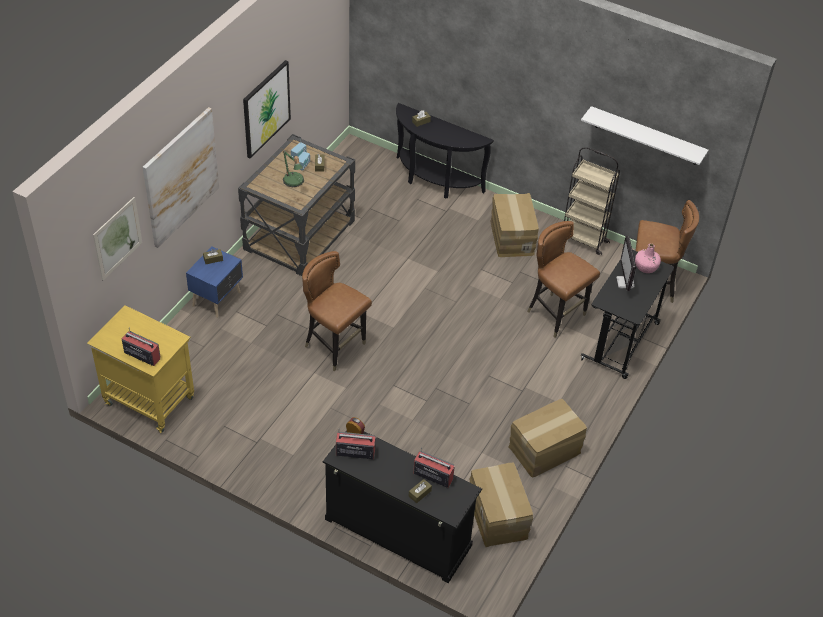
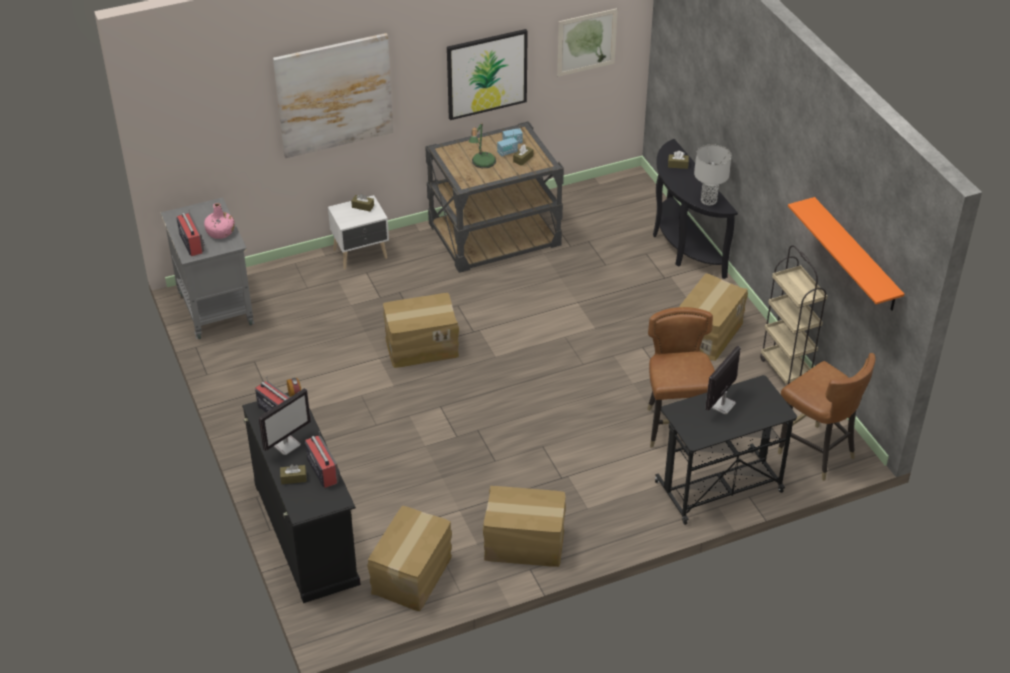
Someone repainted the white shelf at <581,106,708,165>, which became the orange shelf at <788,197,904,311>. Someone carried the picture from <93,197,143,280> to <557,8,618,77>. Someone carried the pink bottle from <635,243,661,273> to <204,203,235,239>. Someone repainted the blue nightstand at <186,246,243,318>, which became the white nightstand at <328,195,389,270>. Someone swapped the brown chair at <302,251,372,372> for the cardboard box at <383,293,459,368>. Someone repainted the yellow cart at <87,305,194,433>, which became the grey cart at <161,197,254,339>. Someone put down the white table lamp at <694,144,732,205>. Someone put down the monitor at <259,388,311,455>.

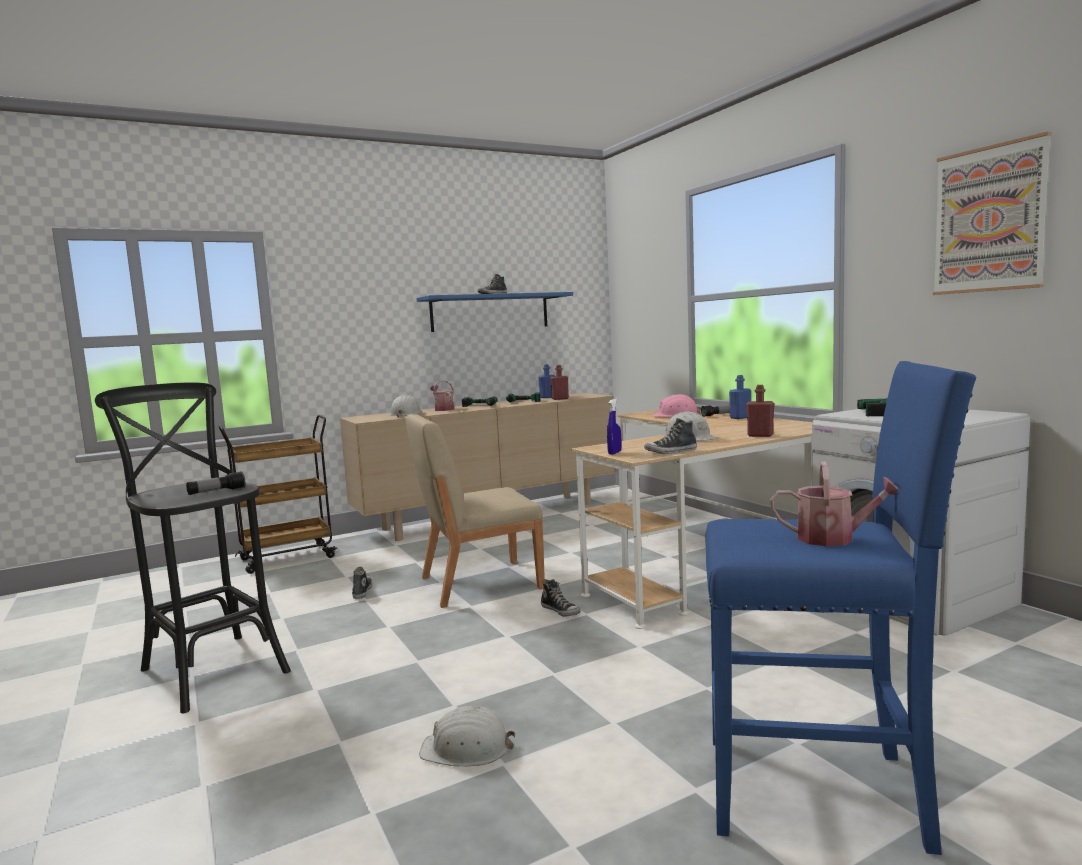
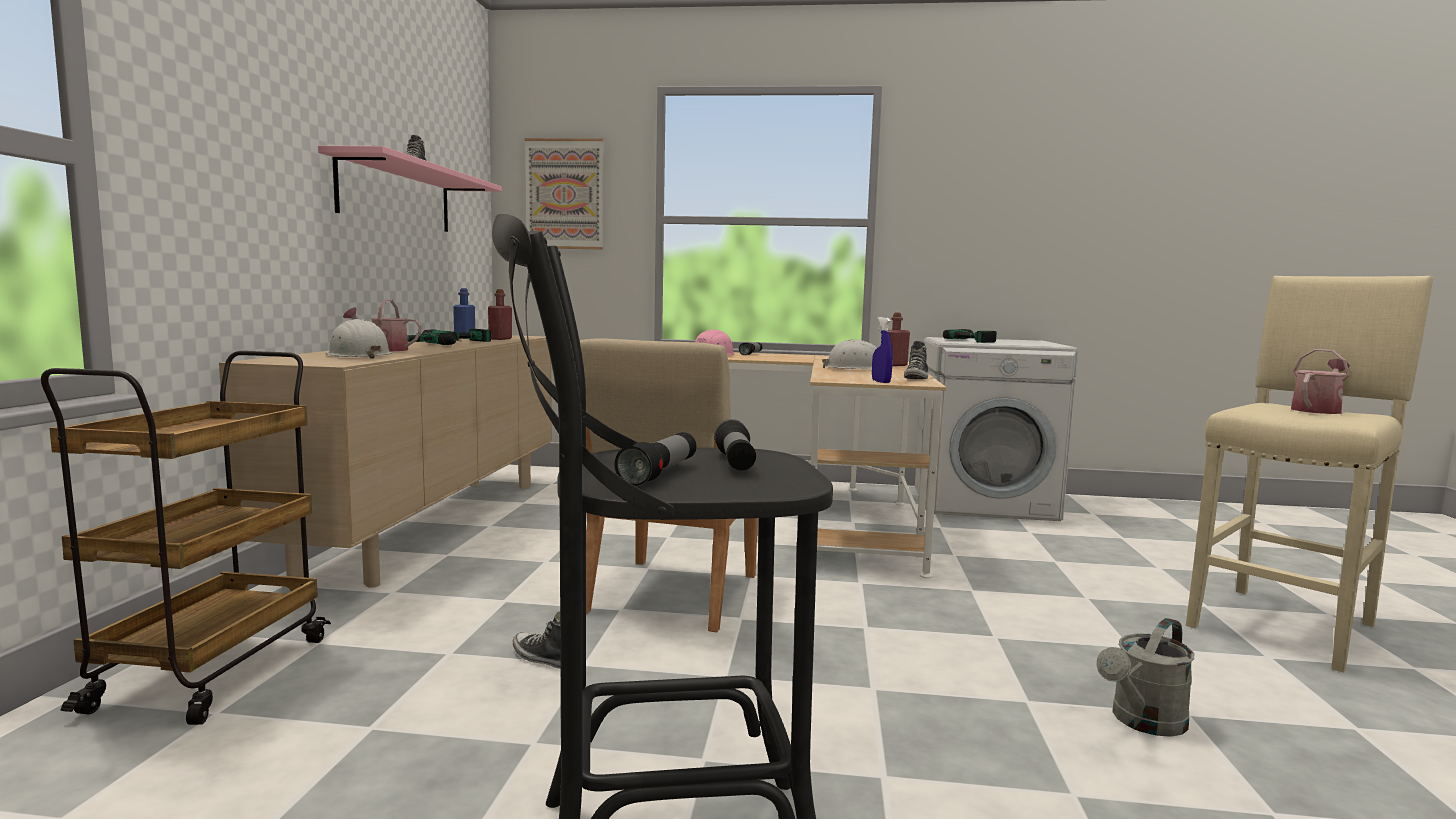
Someone carried the picture from <933,131,1051,295> to <524,138,604,250>. Someone repainted the blue shelf at <417,292,573,332>, which became the pink shelf at <318,146,502,232>. Someone repainted the blue stool at <705,361,976,855>, which became the beige stool at <1186,276,1433,672>. Someone took away the blue bottle at <729,375,751,419>. Someone took away the shoe at <541,579,581,617>. Someone swapped the white hard hat at <419,706,515,767> for the grey watering can at <1097,618,1194,737>. Someone put down the flashlight at <614,432,696,487>.

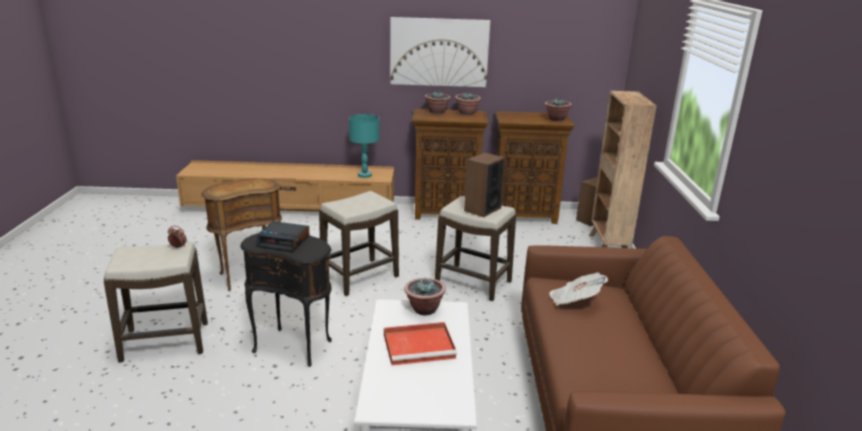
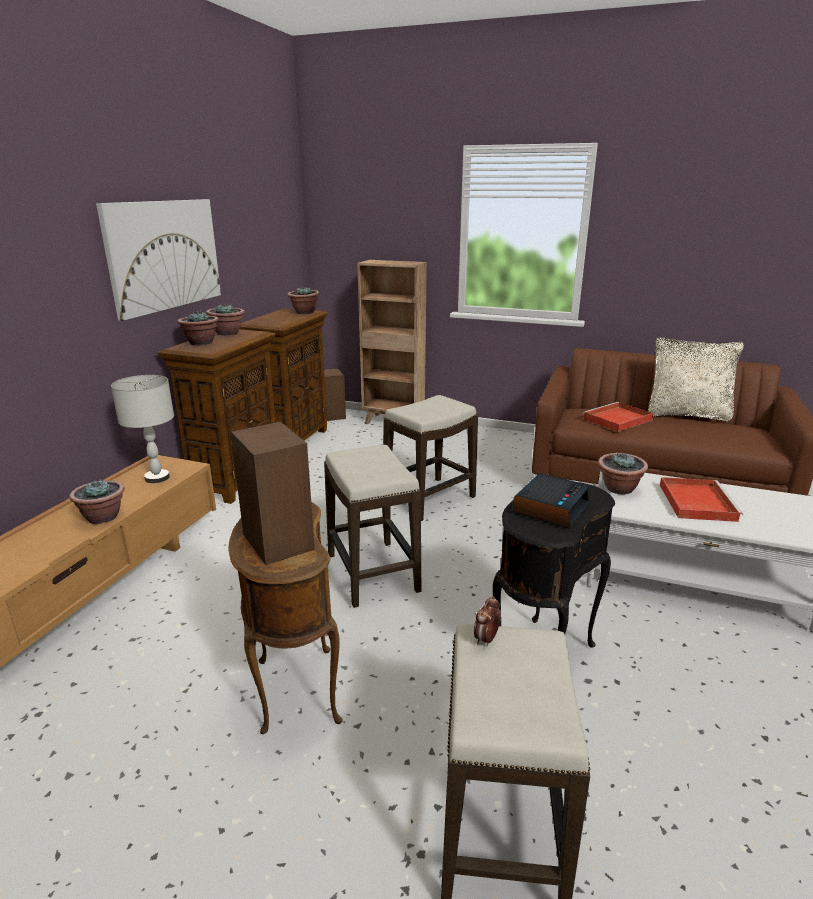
Someone repainted the turquoise table lamp at <349,114,380,178>, which became the grey table lamp at <111,375,174,483>. Someone carried the speaker from <464,152,505,217> to <231,422,315,565>. Someone swapped the newspaper at <549,273,608,306> for the red tray at <583,402,654,432>. Someone put down the beige pillow at <648,337,744,421>. Someone put down the potted plant at <69,479,125,524>.

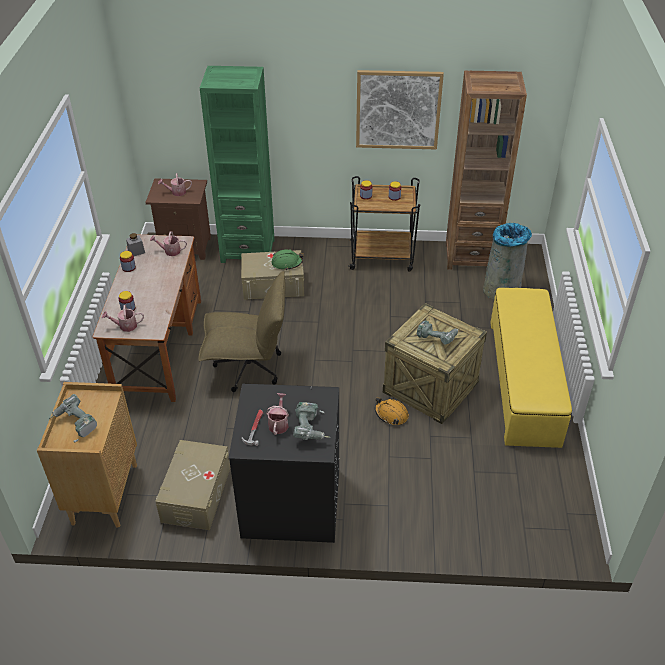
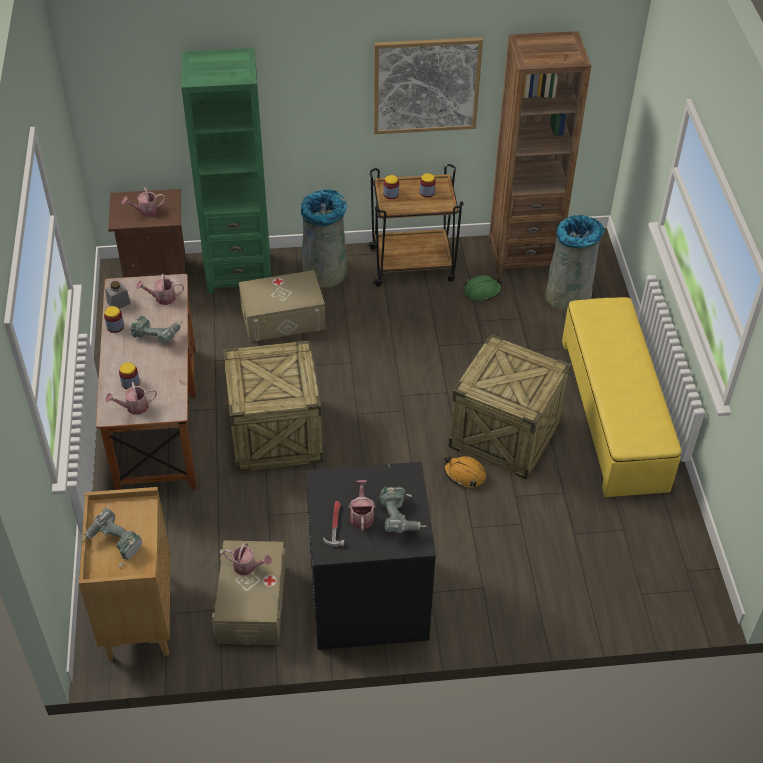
Someone carried the green hard hat from <271,249,304,271> to <464,275,503,302>. Someone swapped the beige office chair at <199,271,286,392> for the crate at <223,341,323,472>. Someone carried the power drill from <417,320,459,344> to <130,316,182,344>. Someone put down the grey trash can at <301,189,348,288>. Someone put down the watering can at <223,542,272,575>.

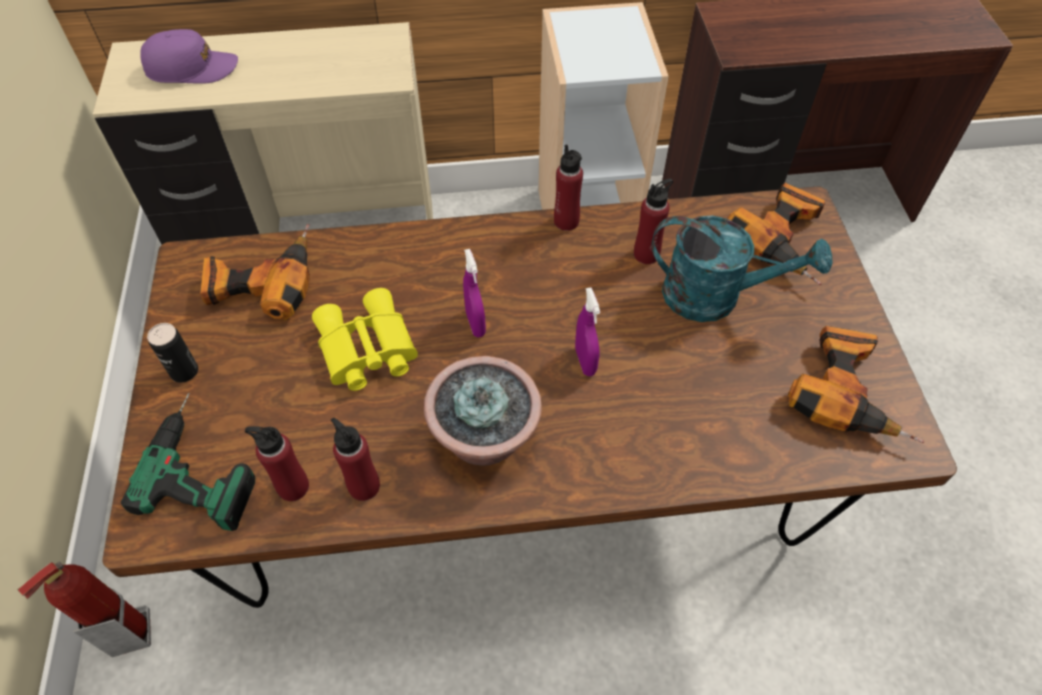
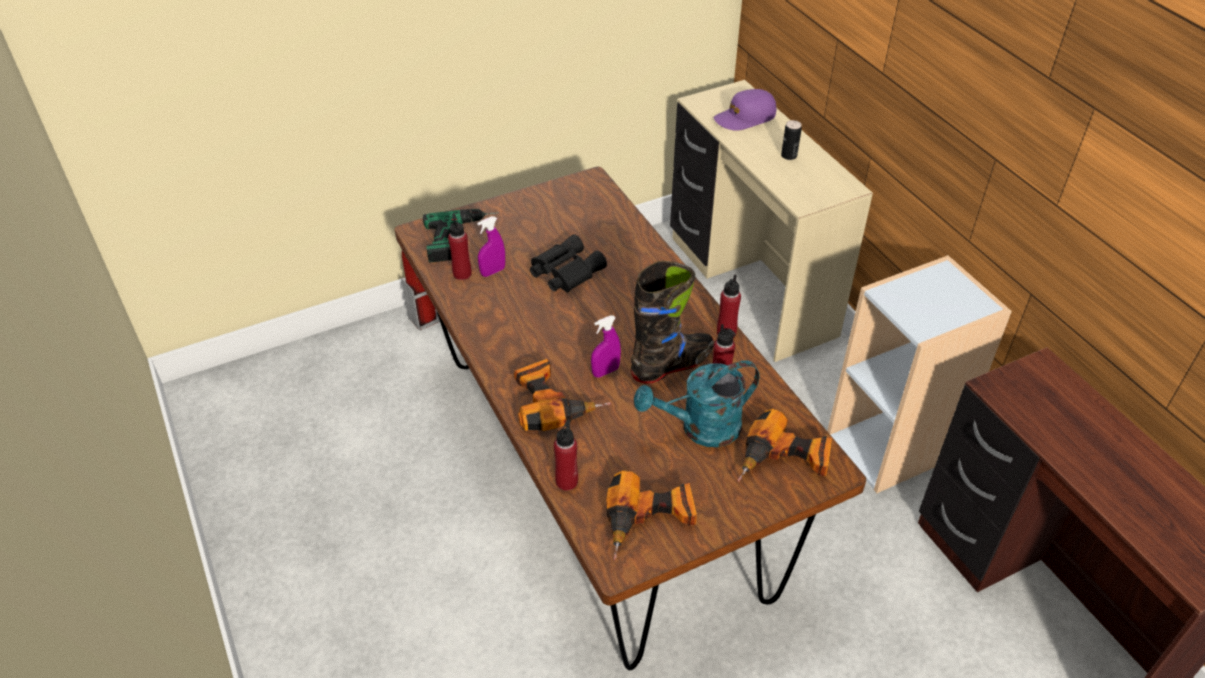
Someone rotated the purple cap at <140,29,238,83> by 90 degrees clockwise. Someone rotated the turquoise watering can at <652,216,832,322> by 75 degrees clockwise. Someone carried the power drill from <200,224,310,320> to <514,359,611,431>. Someone carried the purple spray bottle from <463,249,486,337> to <477,216,505,277>. Someone repainted the yellow binoculars at <312,288,418,391>, which became the black binoculars at <530,234,607,293>. Someone carried the can from <147,323,198,383> to <781,120,802,160>. Someone took away the potted plant at <424,356,542,466>. Someone carried the red bottle from <331,418,380,501> to <554,419,578,491>. Someone put down the black boot at <631,261,714,383>.

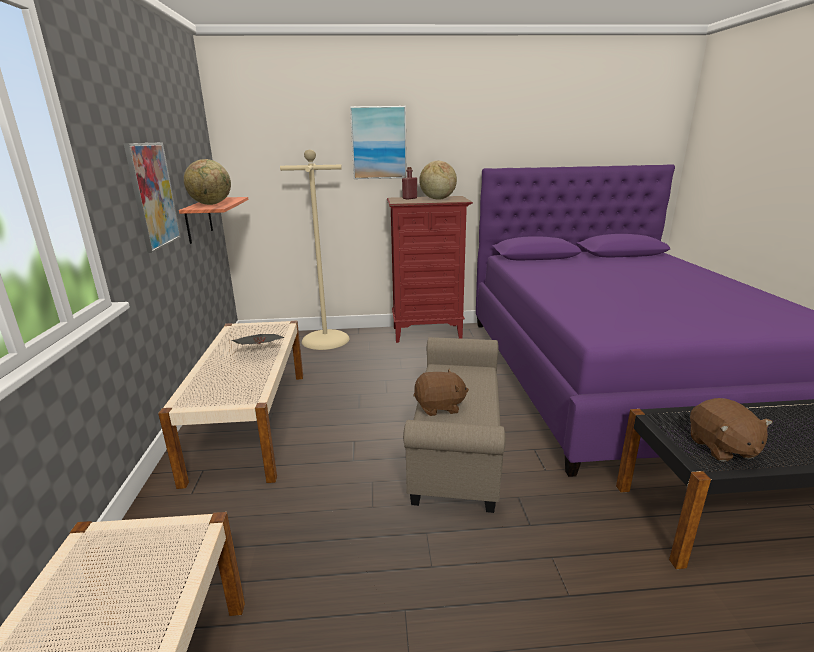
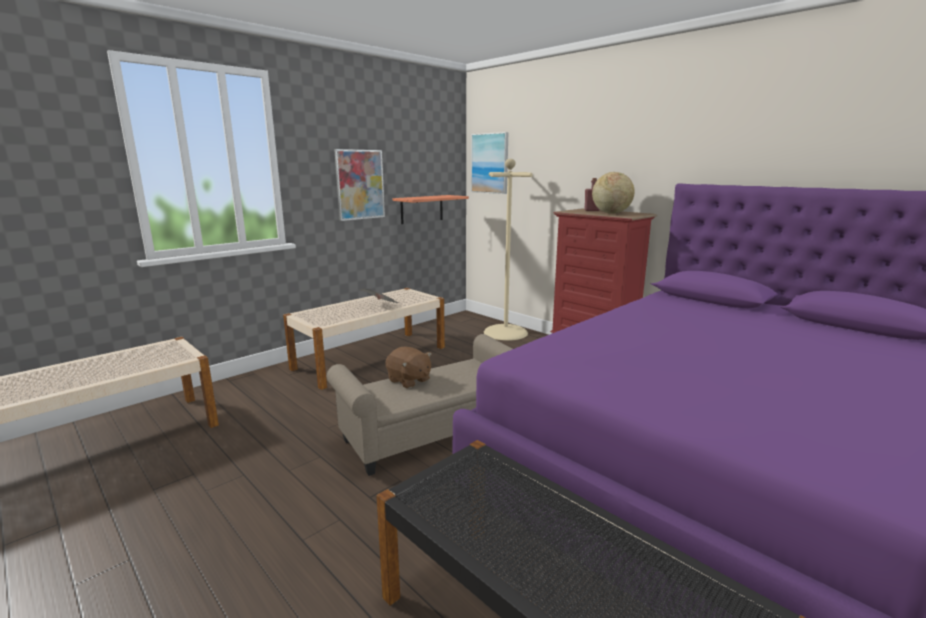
Someone carried the picture from <350,106,407,179> to <471,132,508,194>. Someone took away the globe at <184,159,231,205>. Someone took away the brown plush toy at <690,398,773,462>.

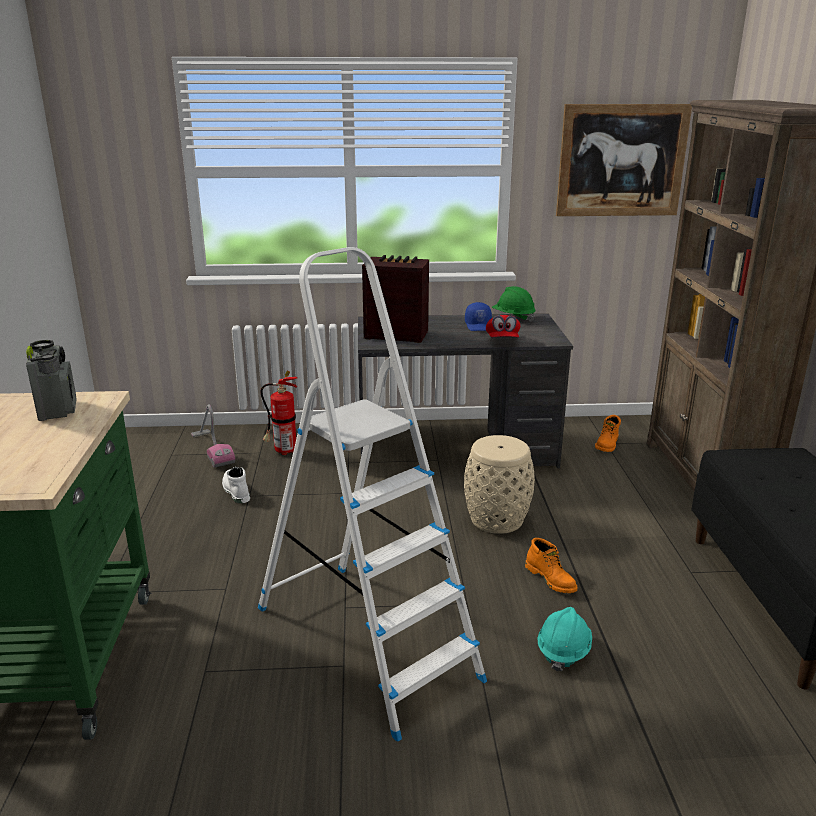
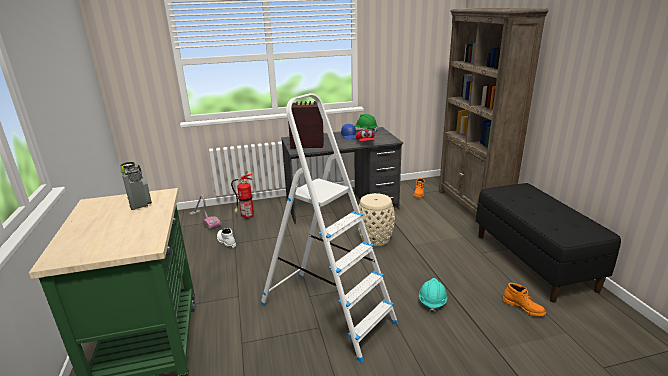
Someone took away the picture at <556,104,692,216>. Someone carried the orange boot from <525,538,577,593> to <503,283,546,316>.

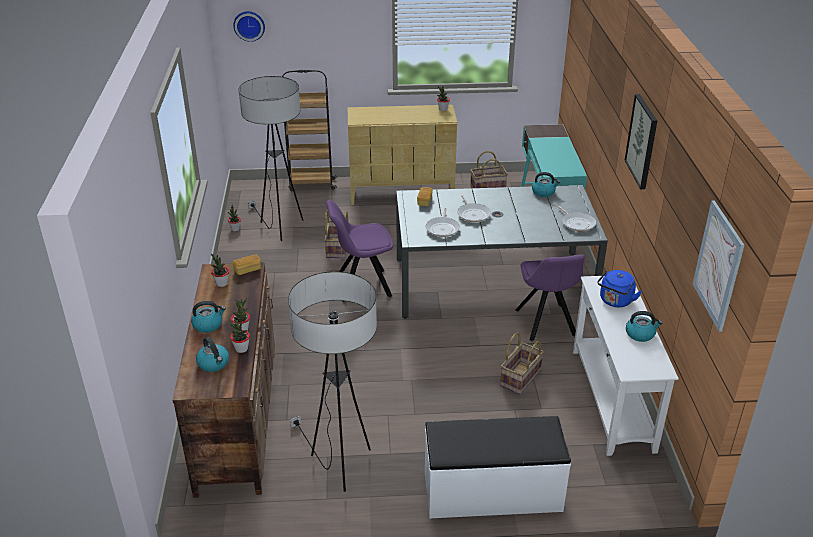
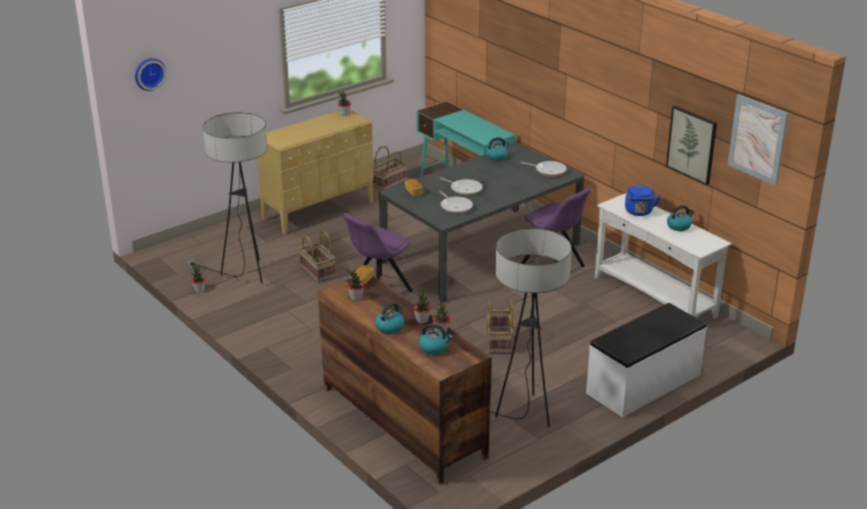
Someone took away the brown cart at <282,69,337,191>. Someone carried the picture from <624,94,657,189> to <666,106,717,185>. Someone carried the basket from <500,333,544,395> to <487,300,513,354>.

